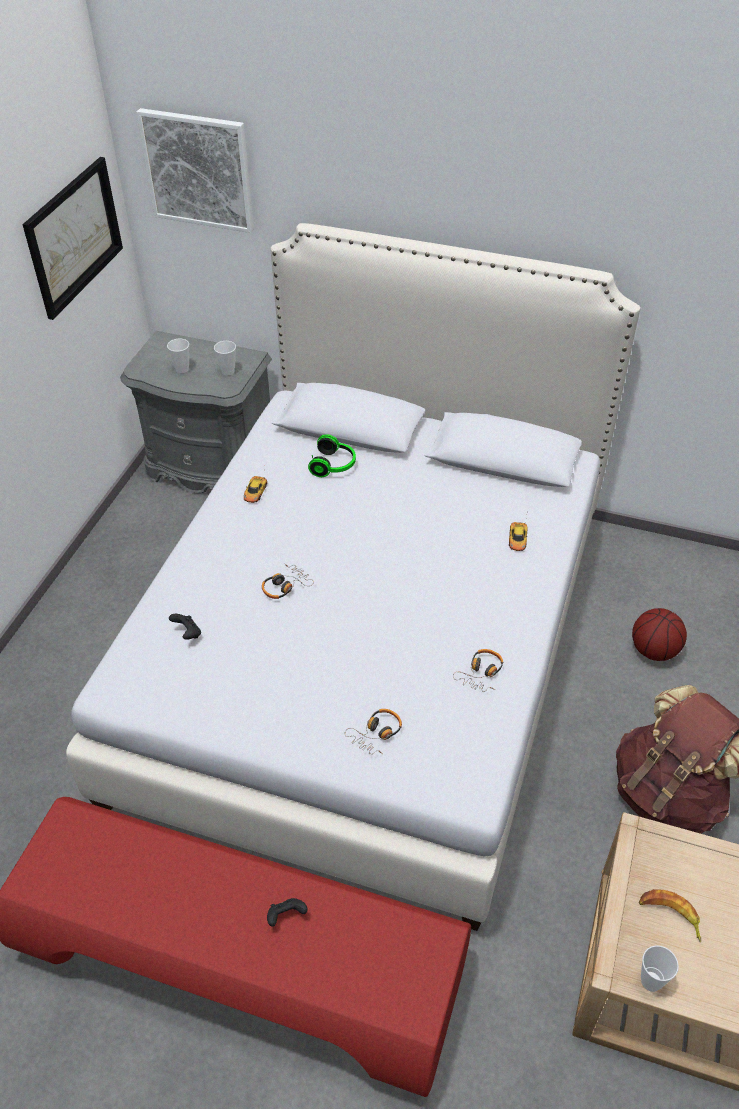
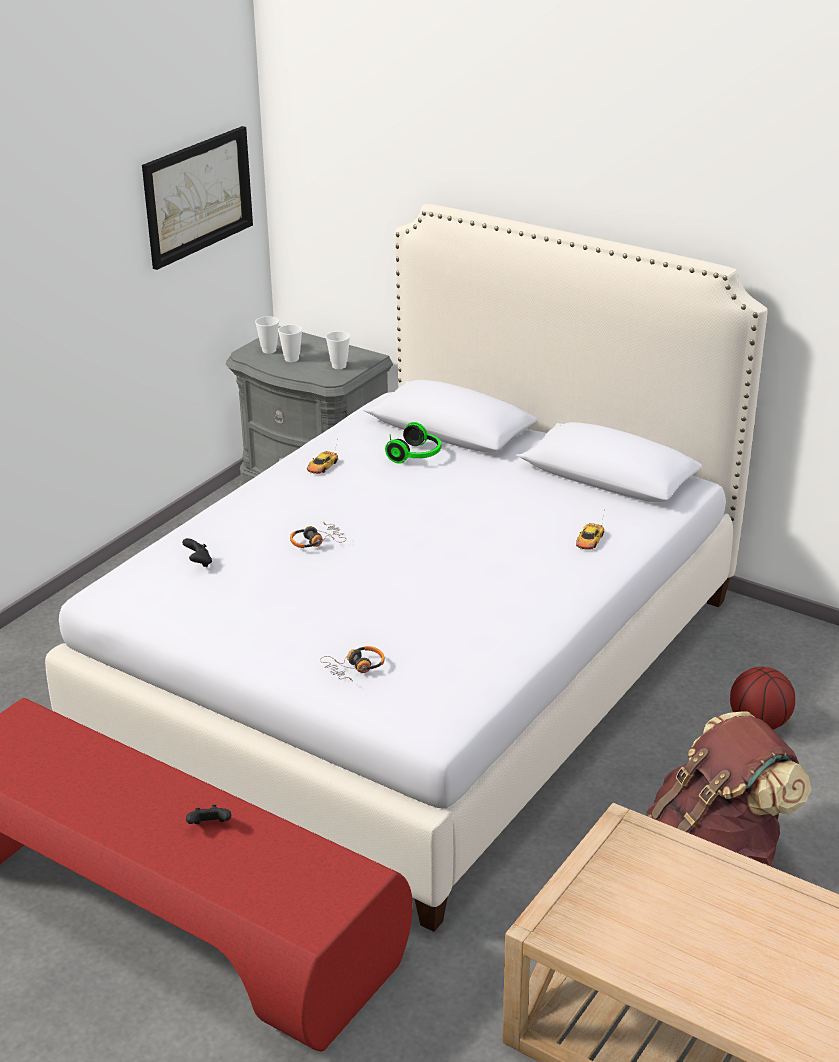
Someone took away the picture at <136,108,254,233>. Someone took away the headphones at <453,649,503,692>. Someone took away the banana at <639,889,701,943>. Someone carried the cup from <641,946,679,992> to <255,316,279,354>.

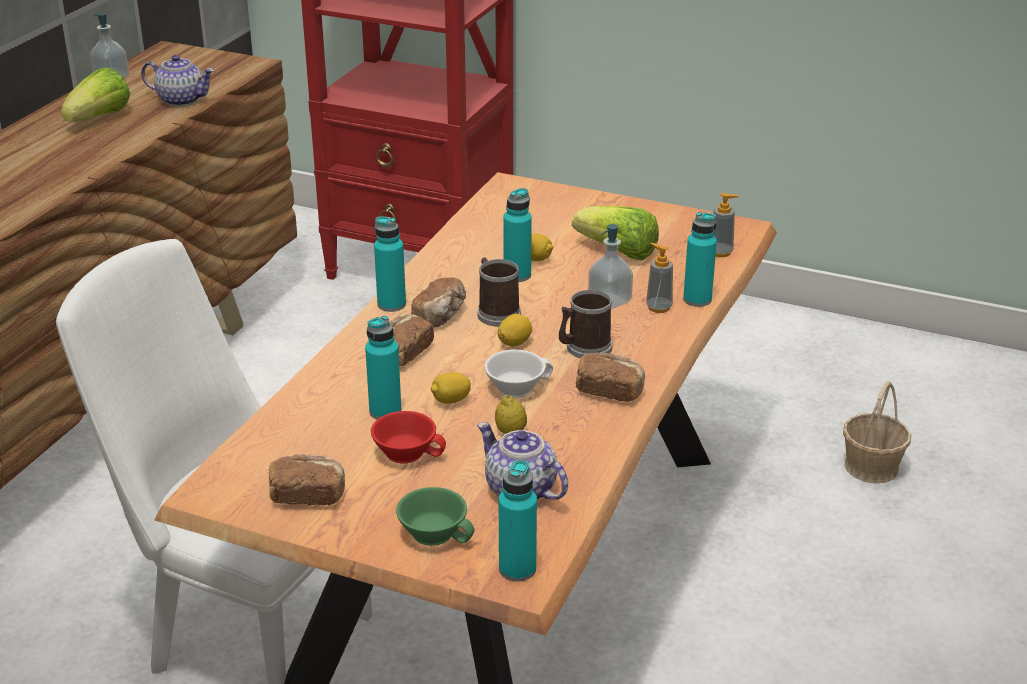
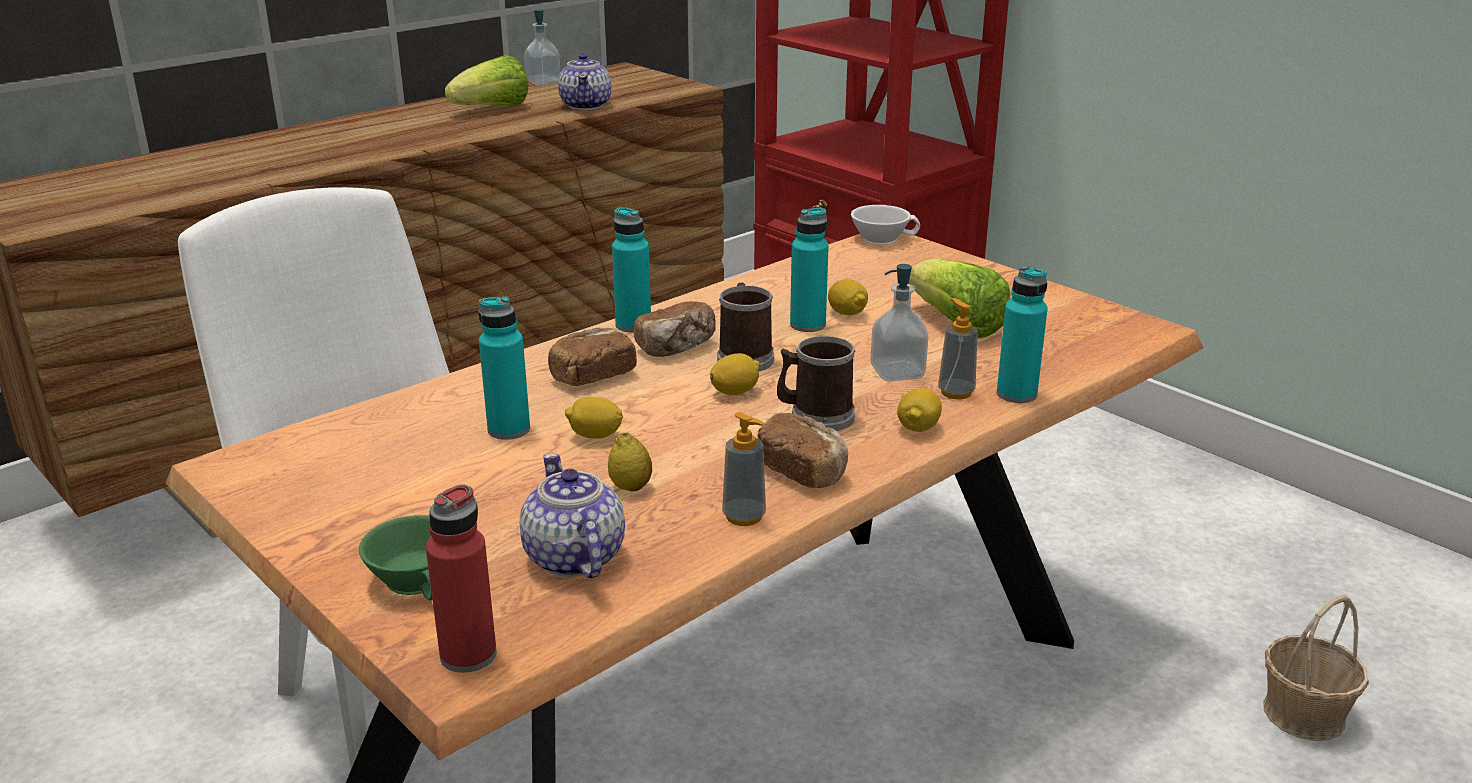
Someone rotated the teapot at <141,55,215,106> by 45 degrees clockwise. Someone carried the soap dispenser from <713,193,739,257> to <722,412,766,526>. Someone carried the white cup from <484,350,553,398> to <851,205,920,245>. Someone took away the red cup at <371,411,446,463>. Someone took away the bread at <269,454,345,505>. Someone repainted the turquoise bottle at <499,460,537,581>, which became the red bottle at <426,484,497,673>. Someone put down the lemon at <897,388,942,432>.

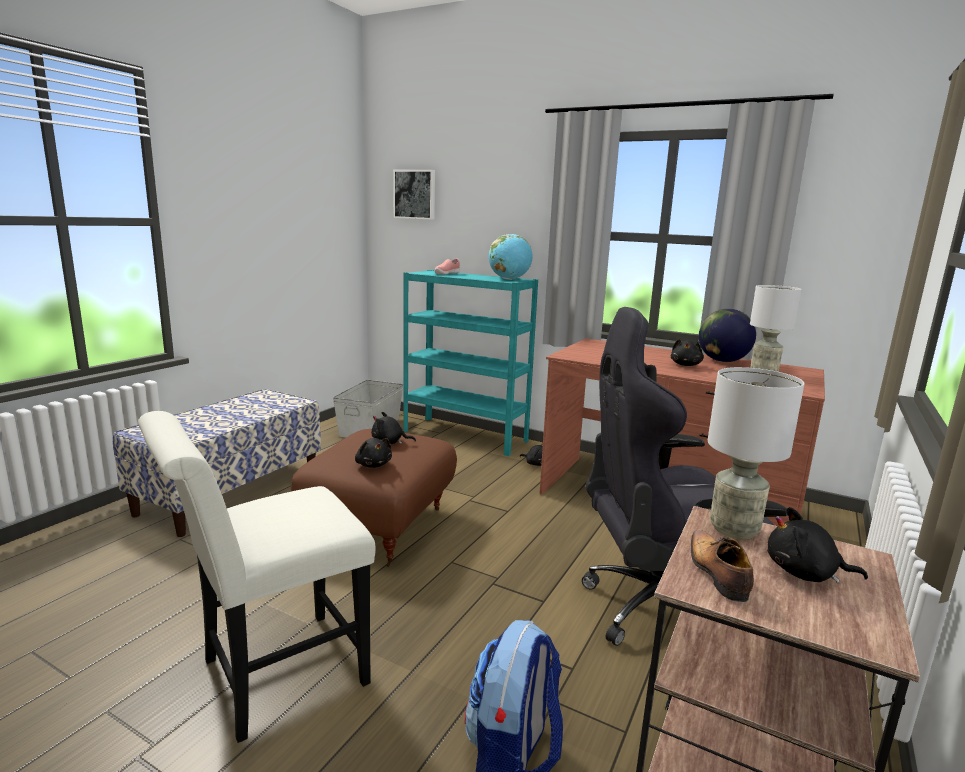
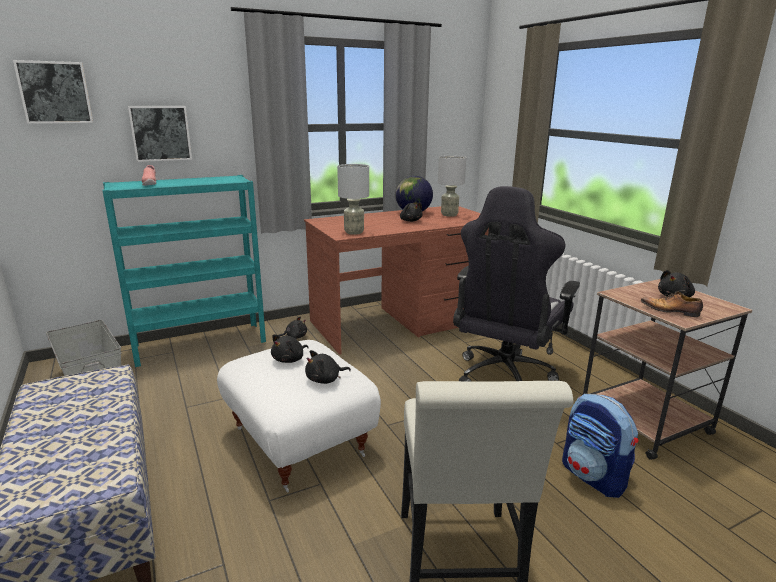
Someone took away the globe at <489,234,533,280>. Someone carried the grey table lamp from <708,367,804,540> to <337,164,369,235>. Someone repainted the brown ottoman at <291,429,457,567>, which became the white ottoman at <217,340,381,493>. Someone rotated the black plush toy at <355,438,392,468> by 150 degrees clockwise. Someone put up the picture at <128,106,192,162>.

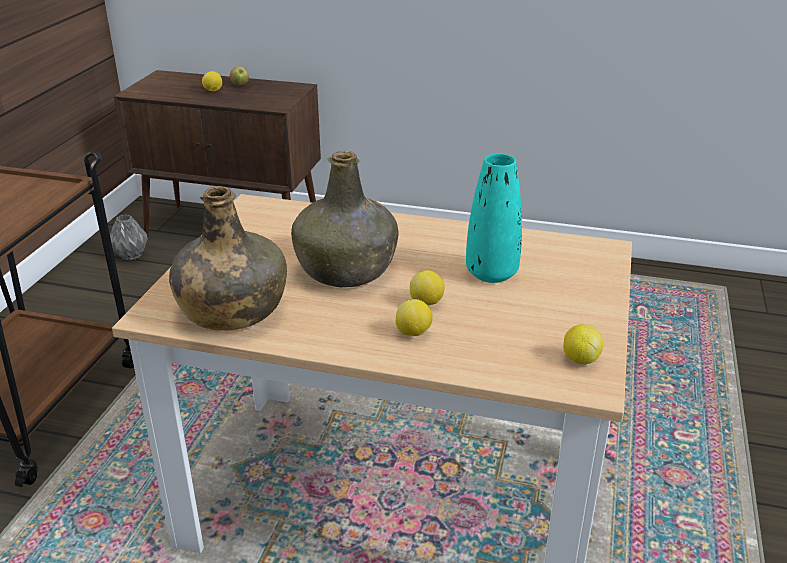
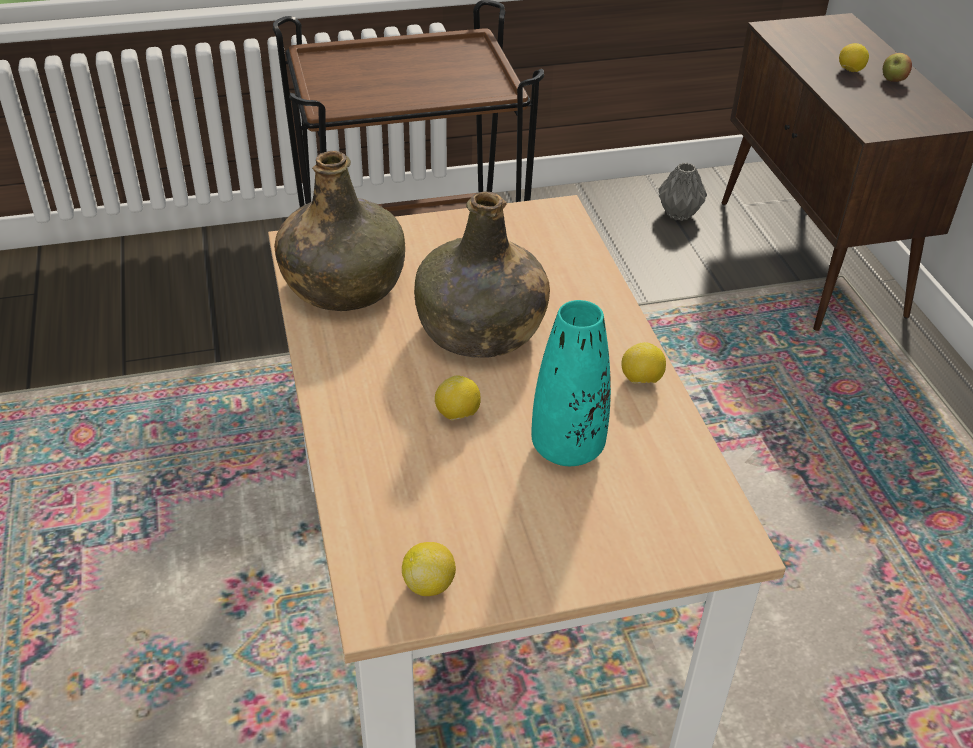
Someone carried the lemon from <396,299,433,336> to <622,342,666,384>.

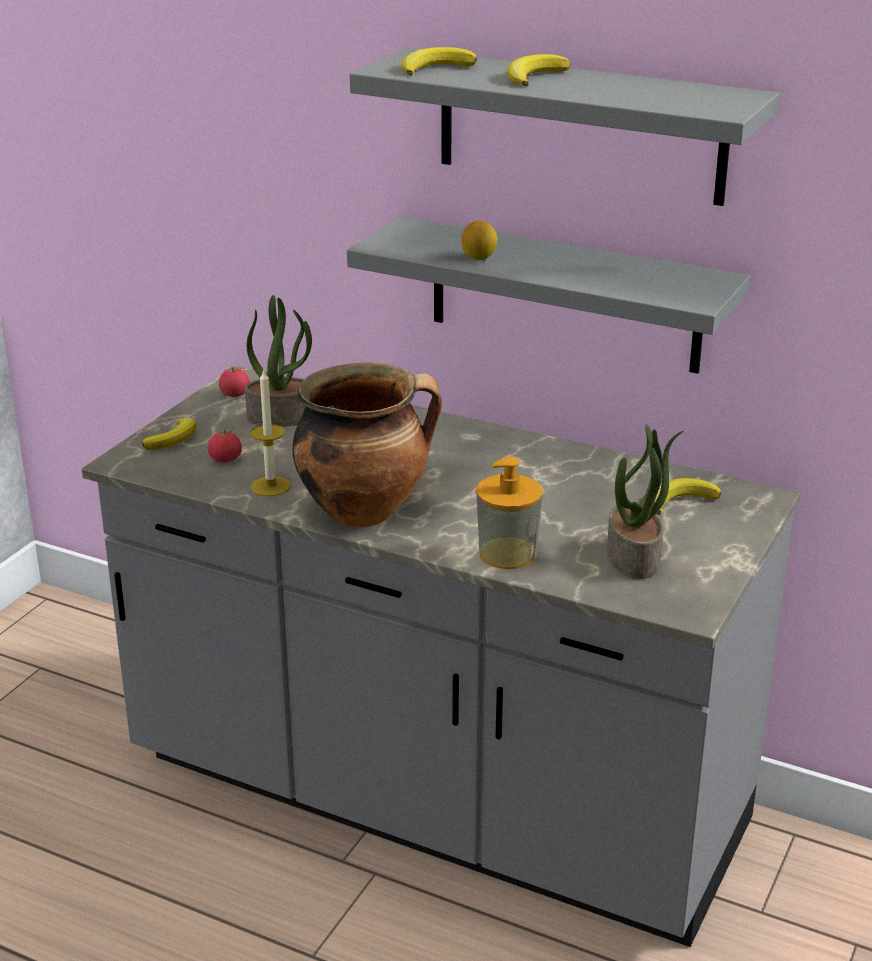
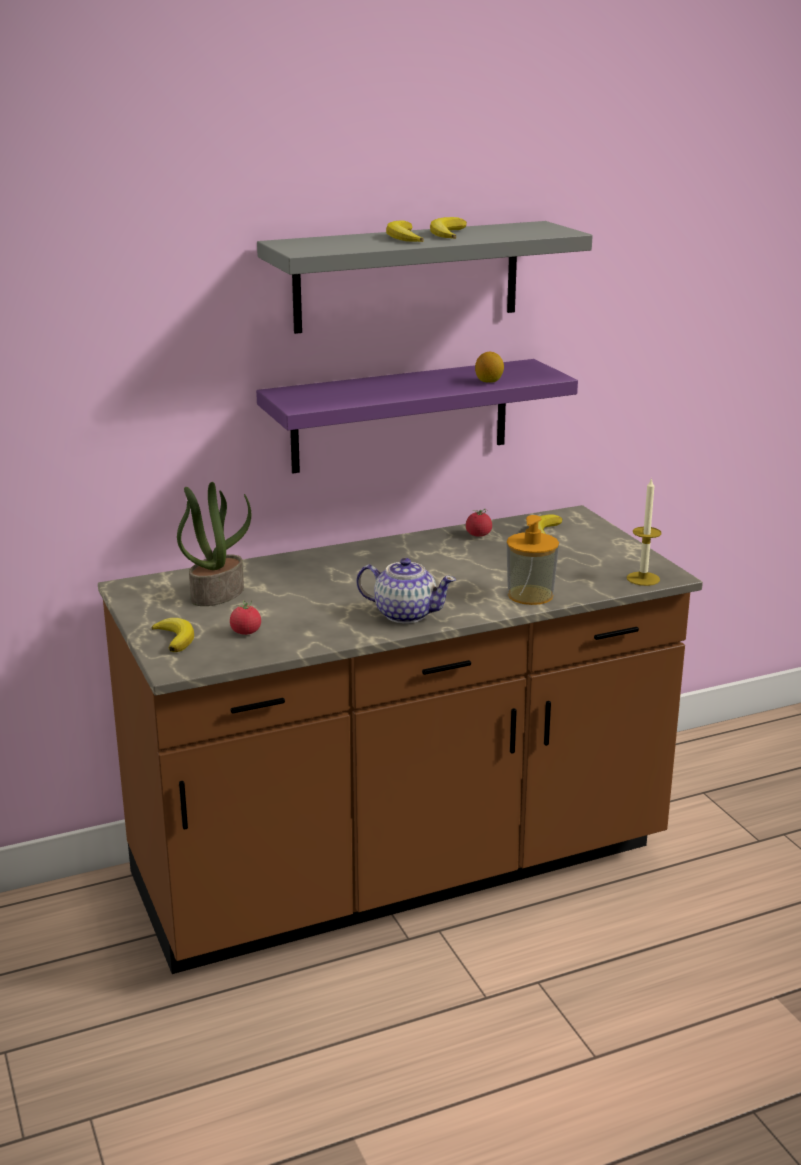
Someone carried the banana from <401,47,477,76> to <430,217,467,239>. Someone repainted the grey shelf at <347,216,750,374>, which became the purple shelf at <256,359,578,473>. Someone carried the lemon from <461,221,497,260> to <475,352,504,383>. Someone swapped the cooking pot at <292,363,442,527> for the teapot at <356,558,456,624>. Someone carried the tomato from <219,364,250,397> to <466,509,492,537>. Someone repainted the grey counter at <82,366,801,947>, which became the brown counter at <98,505,703,974>. Someone carried the candle from <250,370,291,496> to <627,477,661,586>. Someone took away the potted plant at <607,424,684,579>.

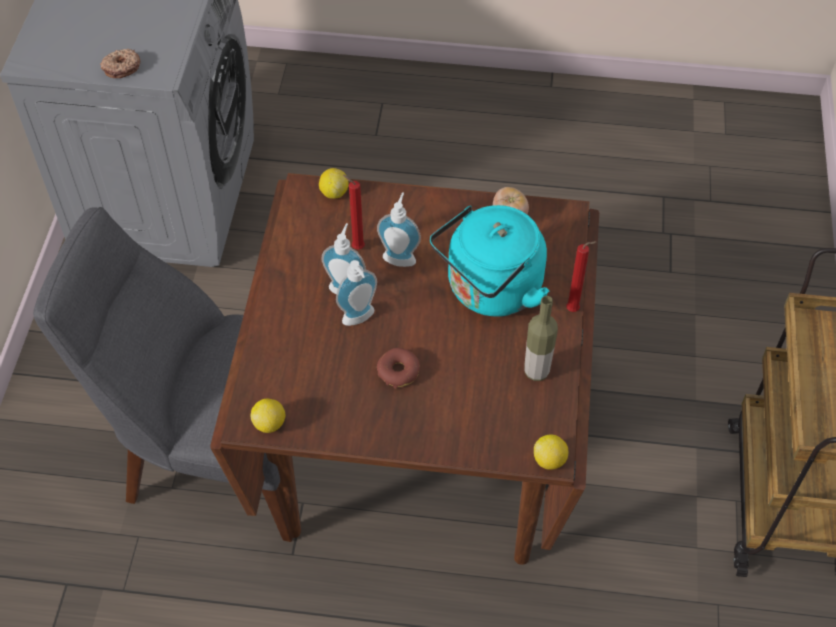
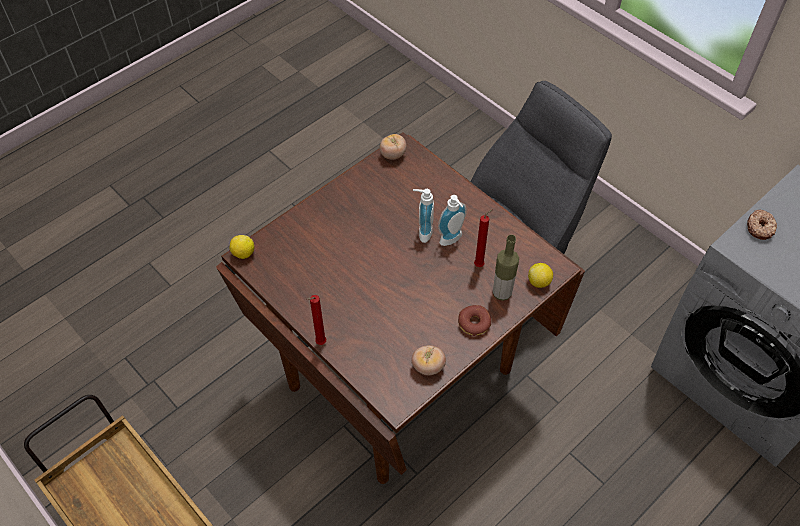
Someone took away the soap dispenser at <377,192,421,267>. Someone took away the turquoise kettle at <430,205,550,317>. Someone carried the bottle from <524,296,558,381> to <493,235,519,301>. Someone carried the donut from <377,348,420,389> to <458,305,491,336>. Someone swapped the lemon at <251,399,285,433> for the tomato at <380,134,406,160>.

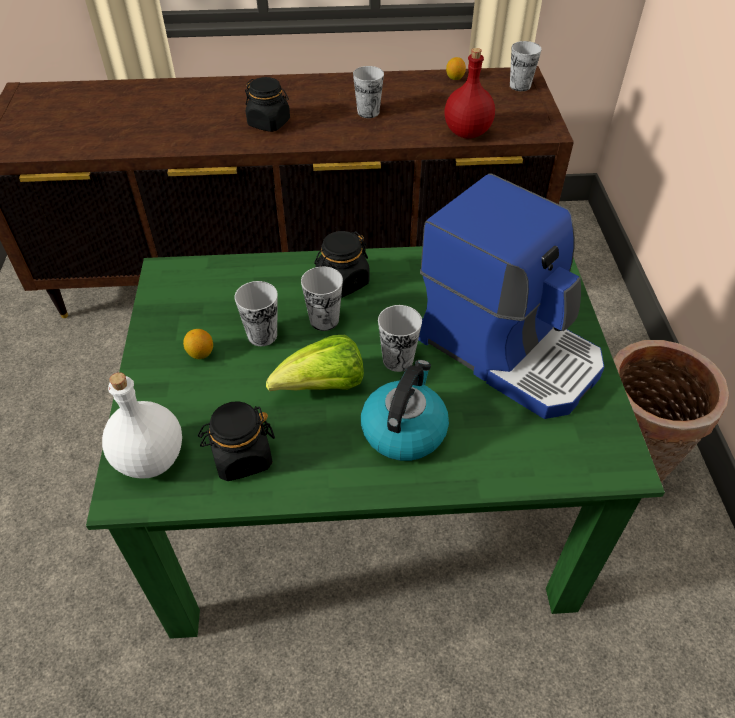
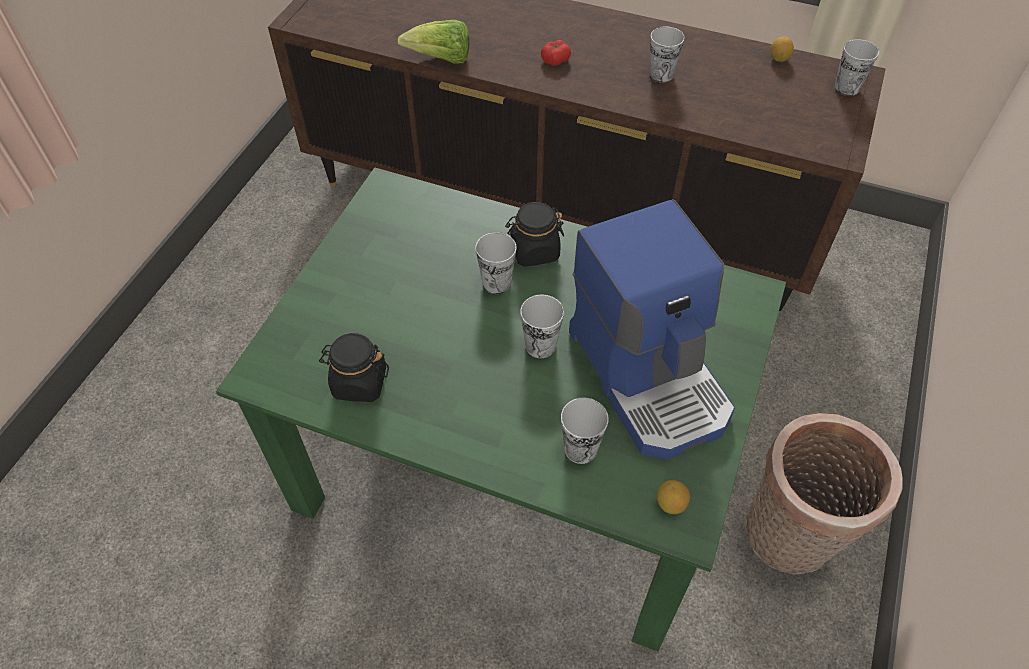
Someone took away the red bottle at <444,48,495,138>. Someone swapped the black jar at <245,77,290,132> for the tomato at <541,40,571,66>. Someone carried the cup from <235,281,278,346> to <561,397,609,464>. Someone carried the lemon from <183,329,213,359> to <657,480,690,514>. Someone carried the lettuce from <266,335,364,391> to <397,20,469,64>. Someone took away the kettle at <361,360,449,461>. Someone took away the white bottle at <102,372,182,479>.

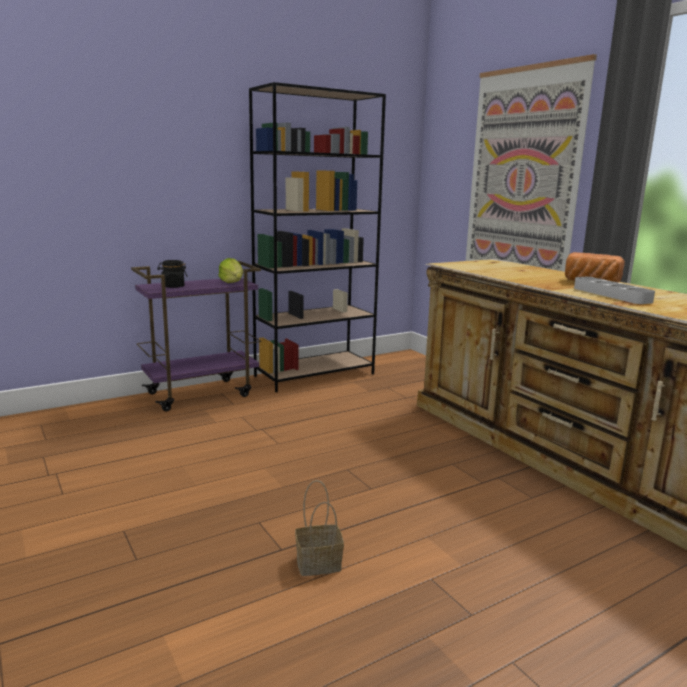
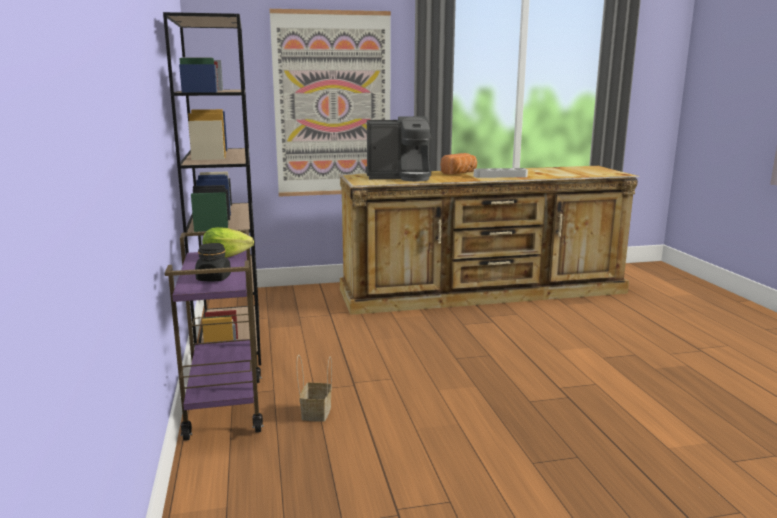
Someone carried the basket from <295,480,344,576> to <297,355,332,422>. Someone put down the coffee machine at <366,116,432,181>.

